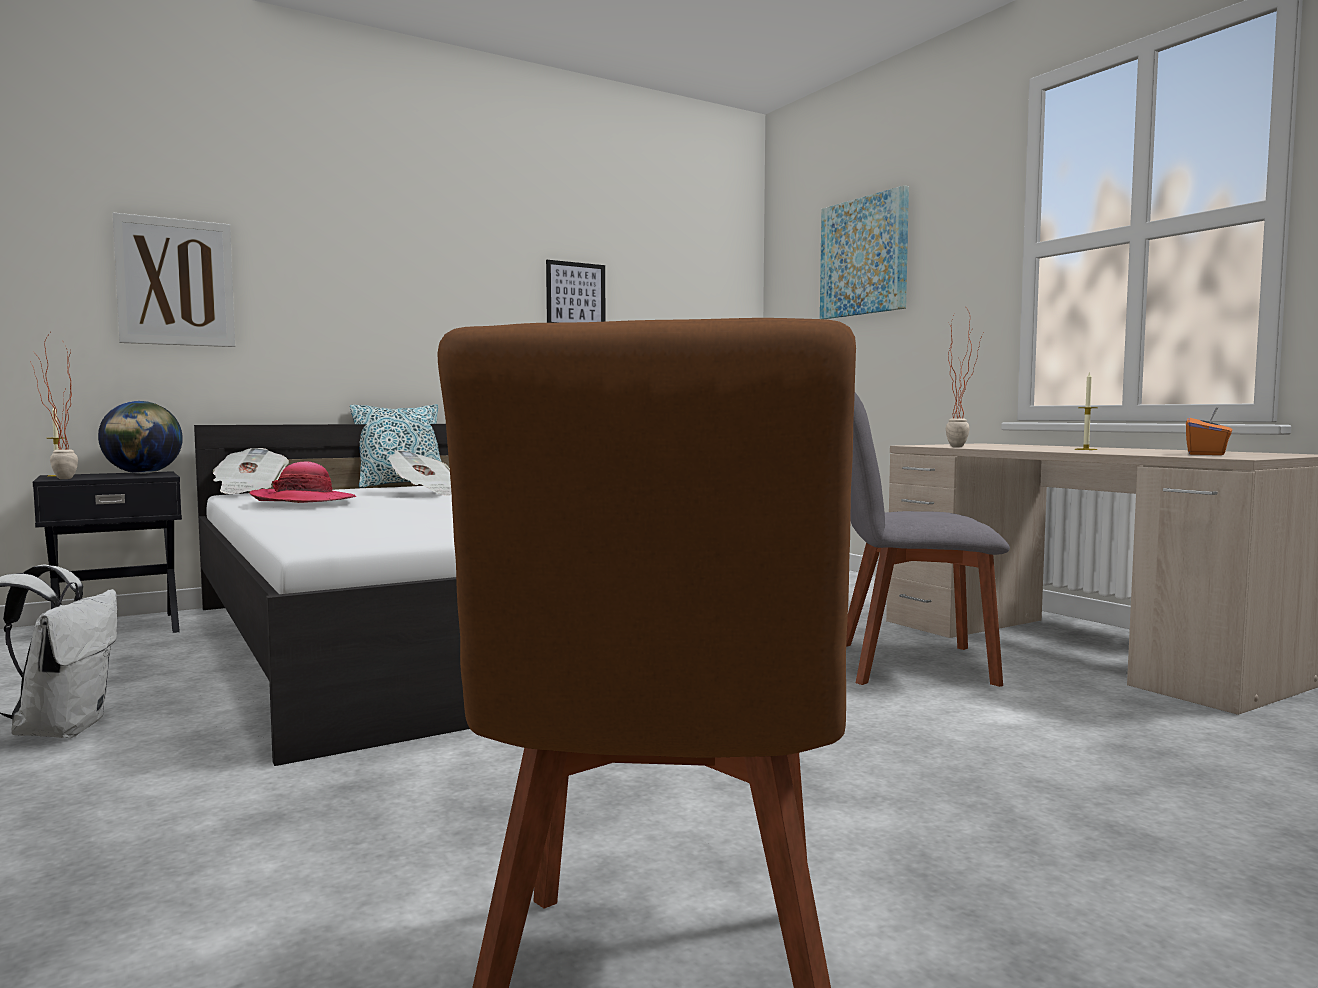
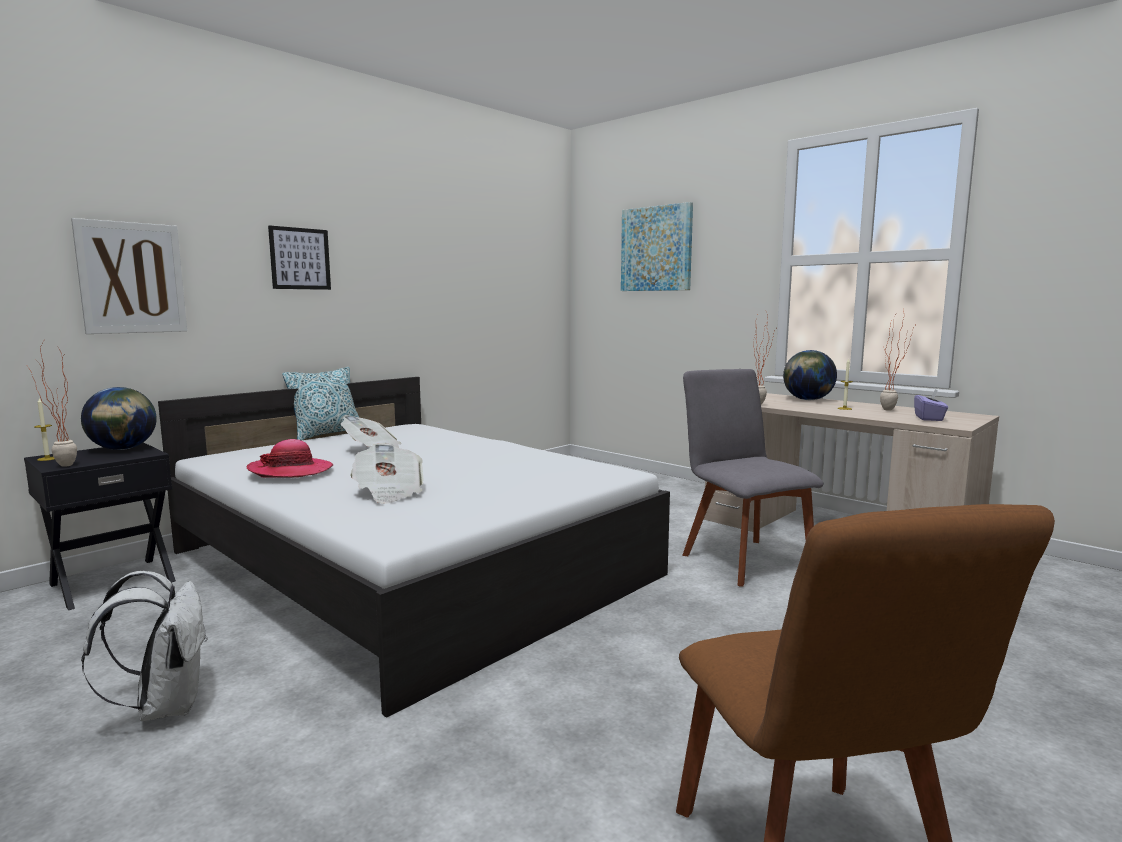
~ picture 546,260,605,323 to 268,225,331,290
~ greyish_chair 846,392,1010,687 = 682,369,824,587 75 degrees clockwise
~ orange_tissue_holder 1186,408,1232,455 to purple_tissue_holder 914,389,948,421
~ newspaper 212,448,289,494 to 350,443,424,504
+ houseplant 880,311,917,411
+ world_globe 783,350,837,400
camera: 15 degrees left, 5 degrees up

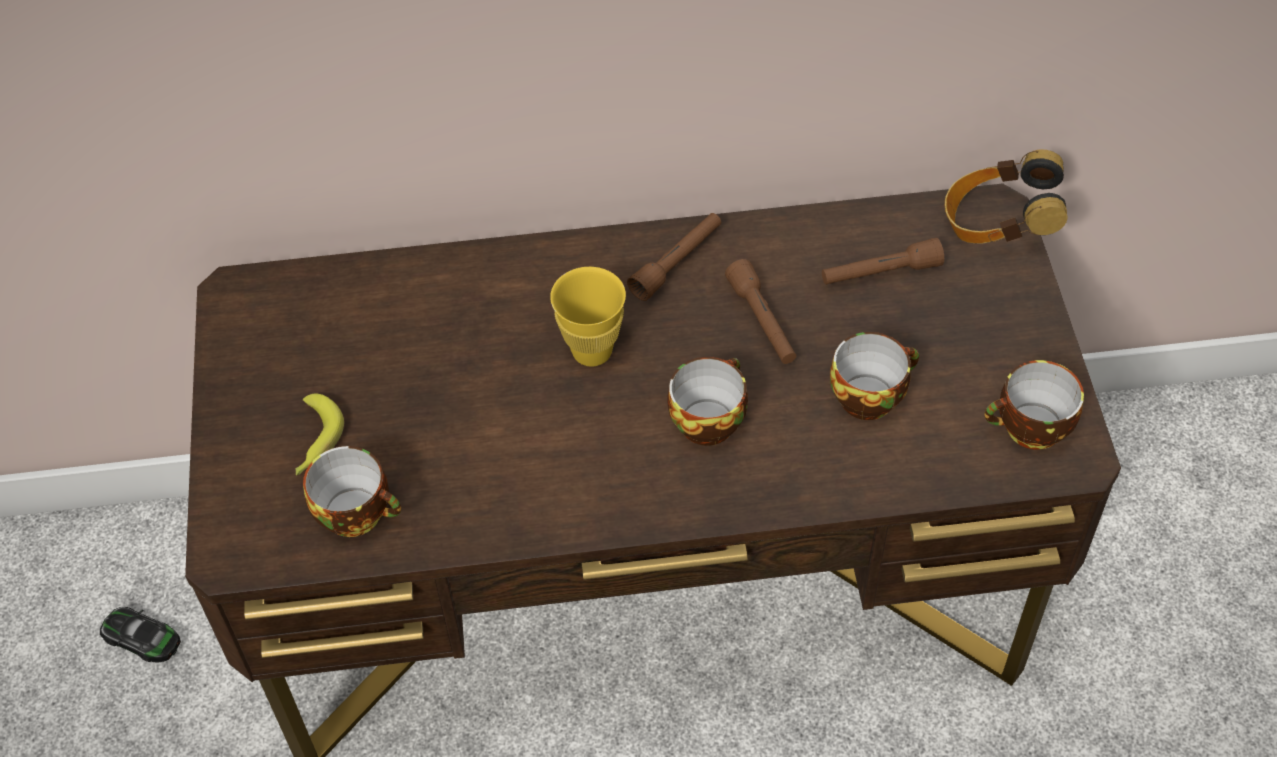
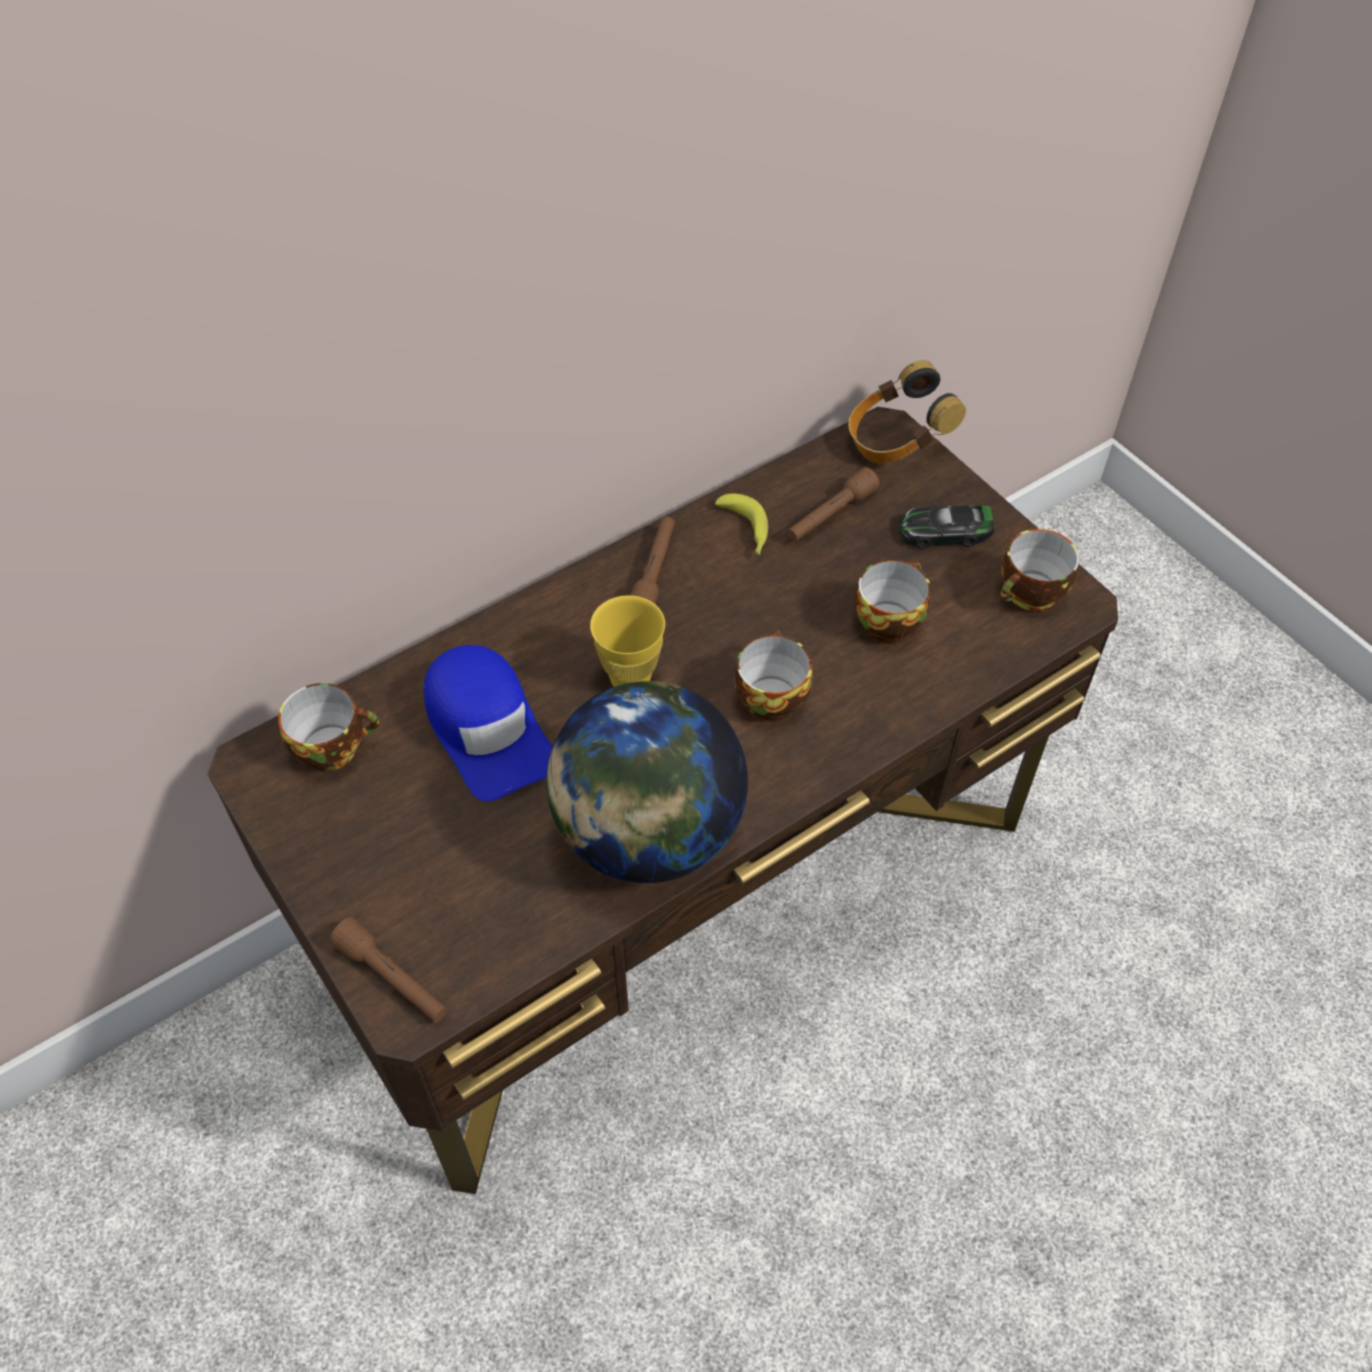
~ brown_torch 725,259,796,364 to 330,917,448,1023
~ whole_banana 295,393,344,475 to 715,493,768,555
~ drinking_cup 303,446,401,537 to 278,683,379,771
~ model_car 100,607,181,663 to 899,502,994,549
+ bluish_peaked_cap 423,645,553,801
+ world_globe 546,681,748,883
camera: 30 degrees left, 0 degrees up

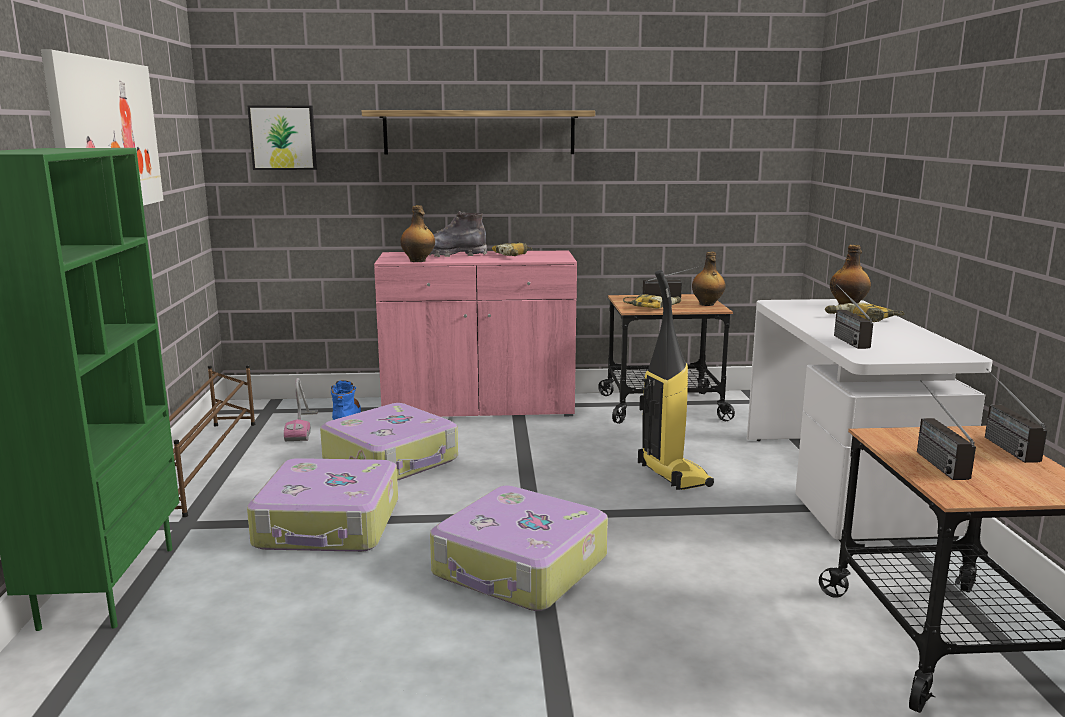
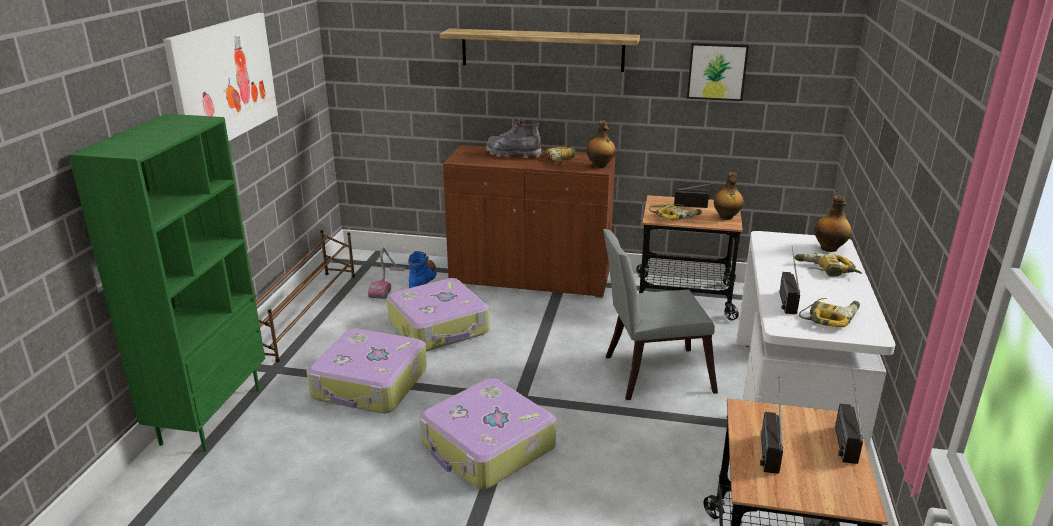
~ picture 248,106,317,170 to 687,42,749,101
~ bottle 400,205,435,262 to 587,121,616,168
~ pinkish_storage_cabinet 374,251,577,417 to brown_storage_cabinet 443,145,616,298
~ vacuum 638,270,714,490 to greyish_chair 603,229,718,400
+ power_drill 799,298,860,327
camera: 15 degrees right, 10 degrees up

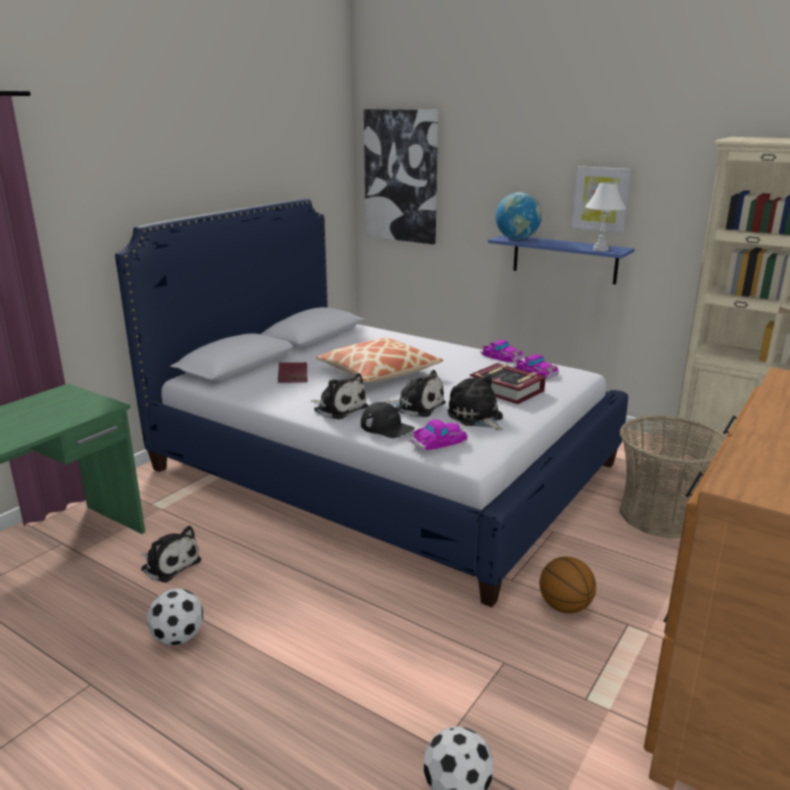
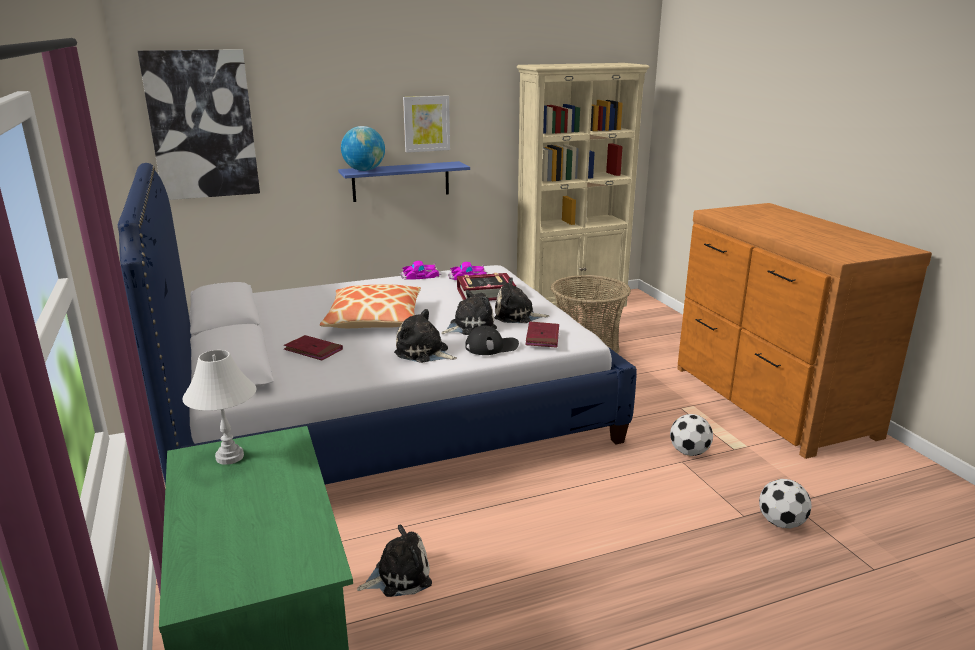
~ whitish_table_lamp 585,182,626,251 to 182,350,256,465
~ plush_toy 311,373,368,420 = 394,309,457,363 135 degrees counterclockwise
~ model_car 409,419,468,450 to red-coloured_volume 525,321,559,348
- basketball_ball 540,556,596,614
~ football 147,588,203,645 to 670,414,713,456
camera: 55 degrees left, 0 degrees up

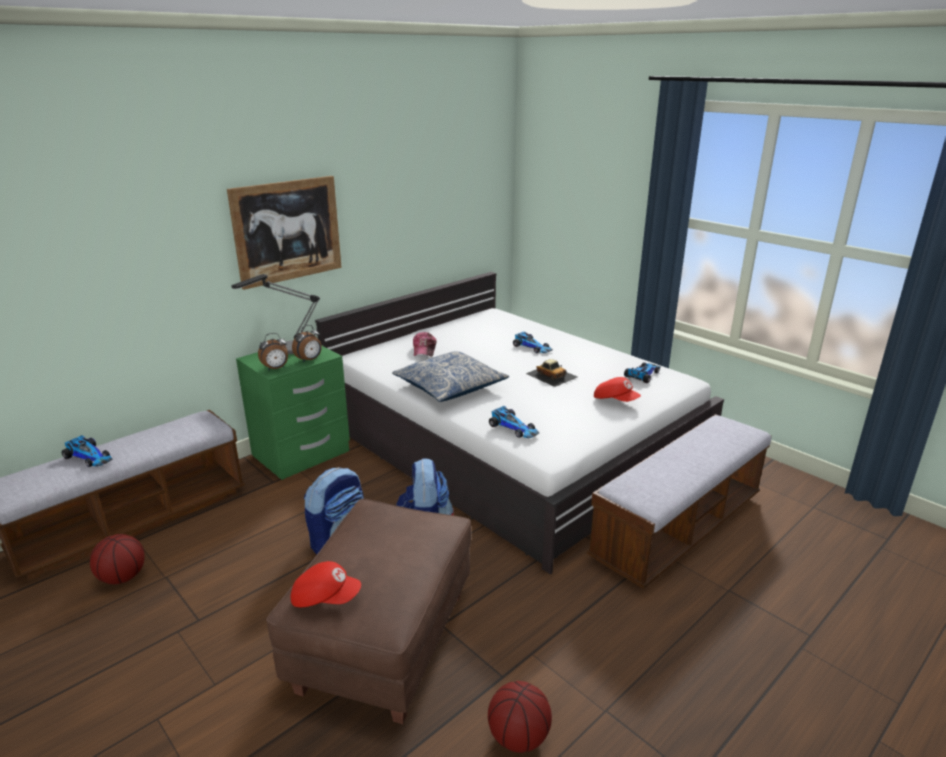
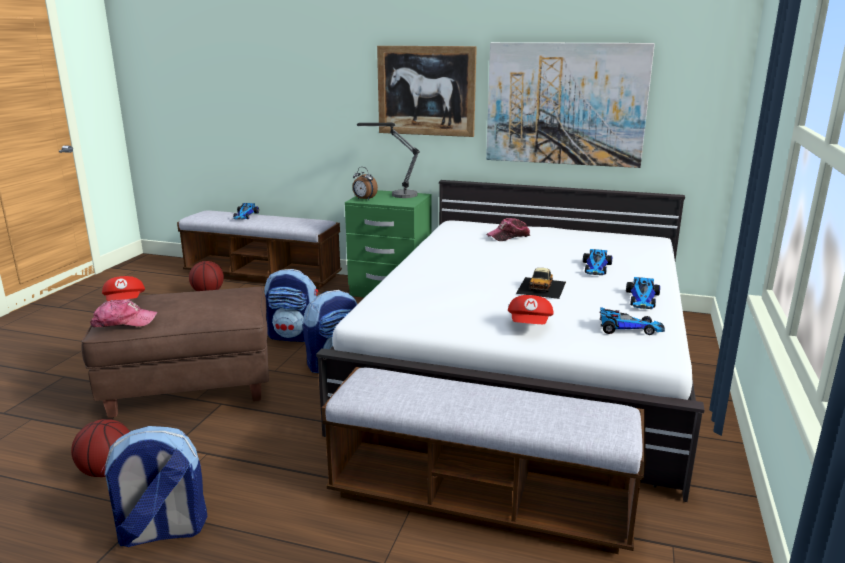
- alarm_clock 292,325,322,363
- cushion 392,351,509,402
~ model_car 489,406,540,438 to 626,277,660,309
+ picture 486,42,655,168
+ peaked_cap 90,299,158,327
+ knapsack 101,426,207,547
camera: 60 degrees right, 5 degrees down

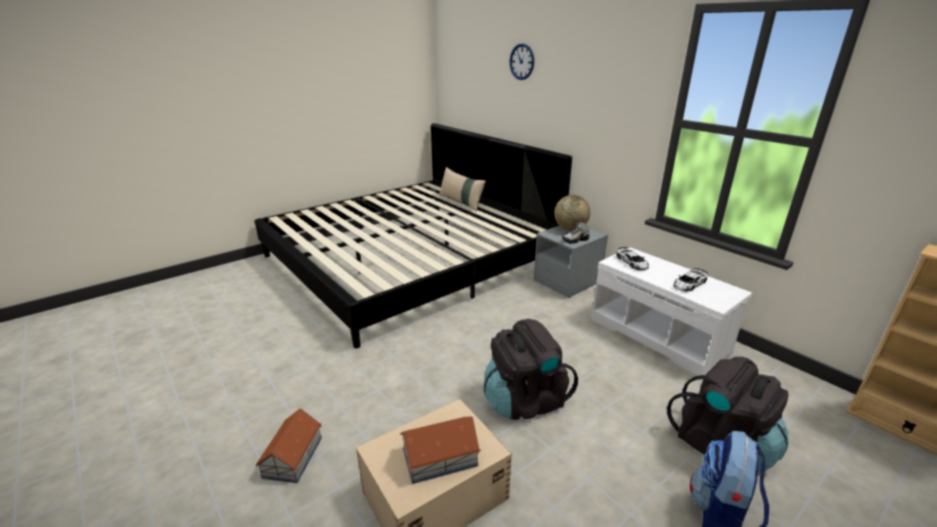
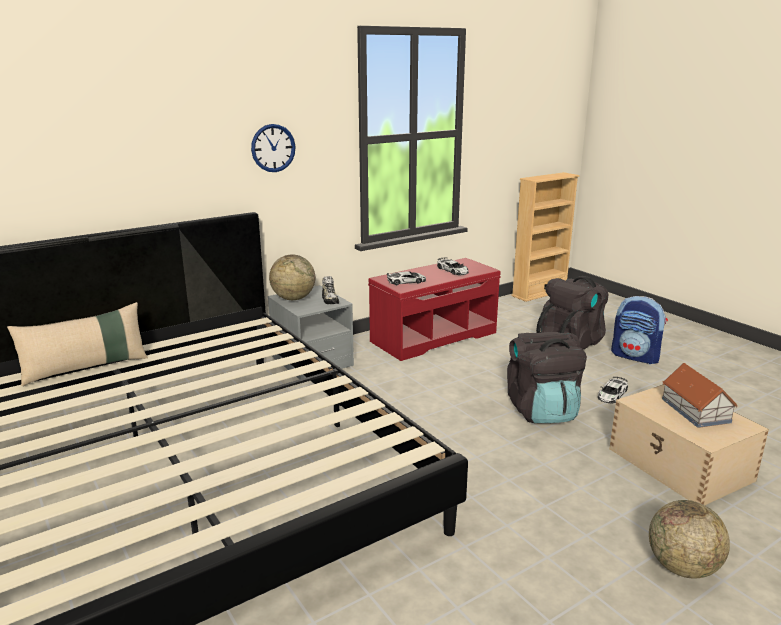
~ hanging_clock 510,43,534,80 to 251,124,295,172
~ whitish_indoor_bench 591,248,752,376 to red-coloured_indoor_bench 368,258,501,361
~ model_house 256,408,322,483 to world_globe 649,500,730,579
+ model_car 598,377,628,404
camera: 85 degrees left, 5 degrees down

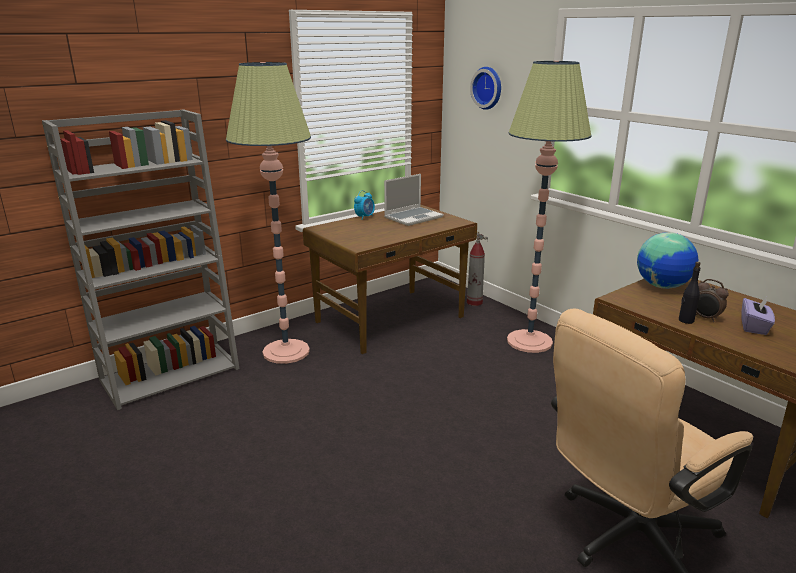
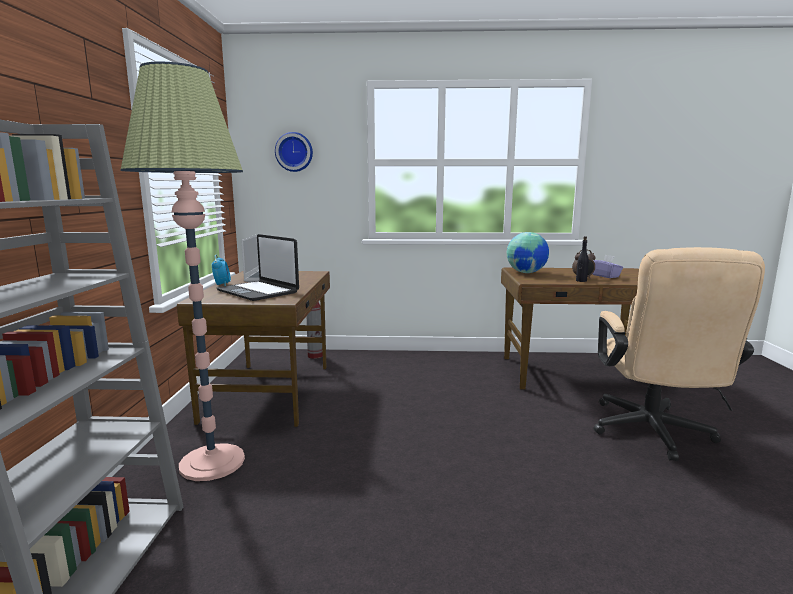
- floor_lamp 507,61,591,353
+ portable_computer 217,234,299,301
camera: 50 degrees left, 10 degrees down

